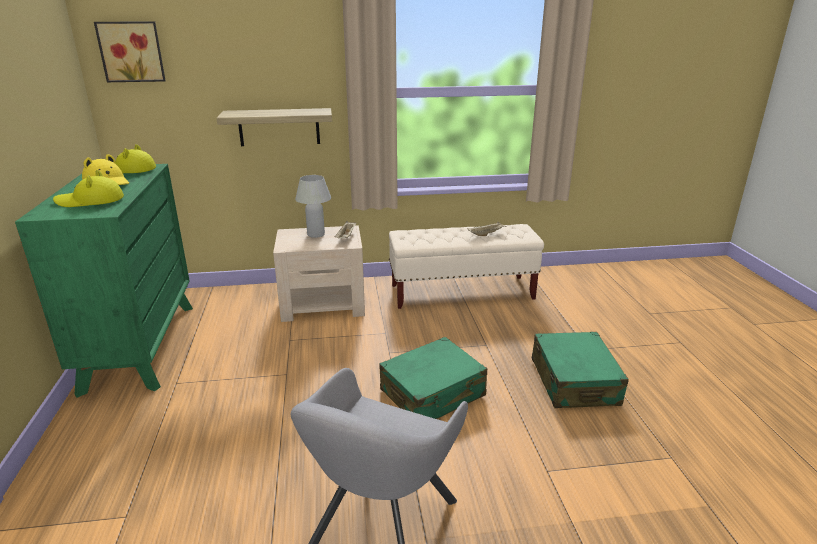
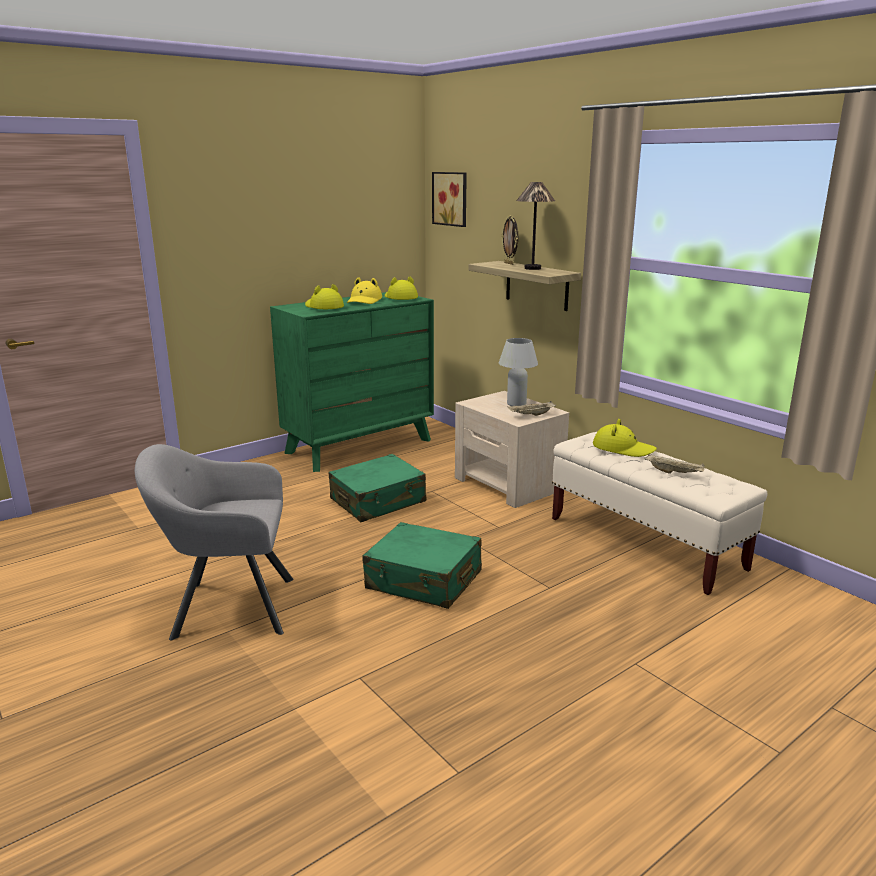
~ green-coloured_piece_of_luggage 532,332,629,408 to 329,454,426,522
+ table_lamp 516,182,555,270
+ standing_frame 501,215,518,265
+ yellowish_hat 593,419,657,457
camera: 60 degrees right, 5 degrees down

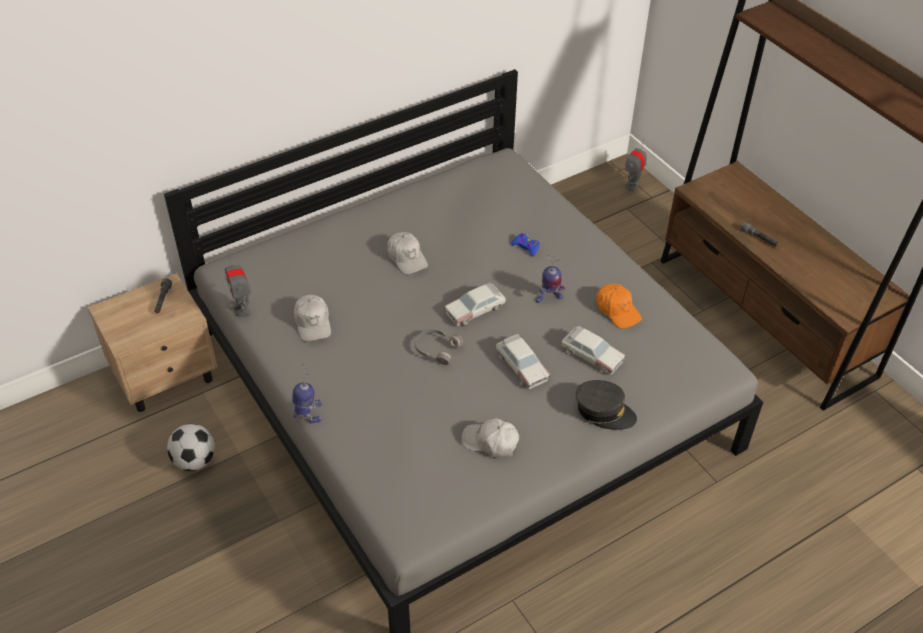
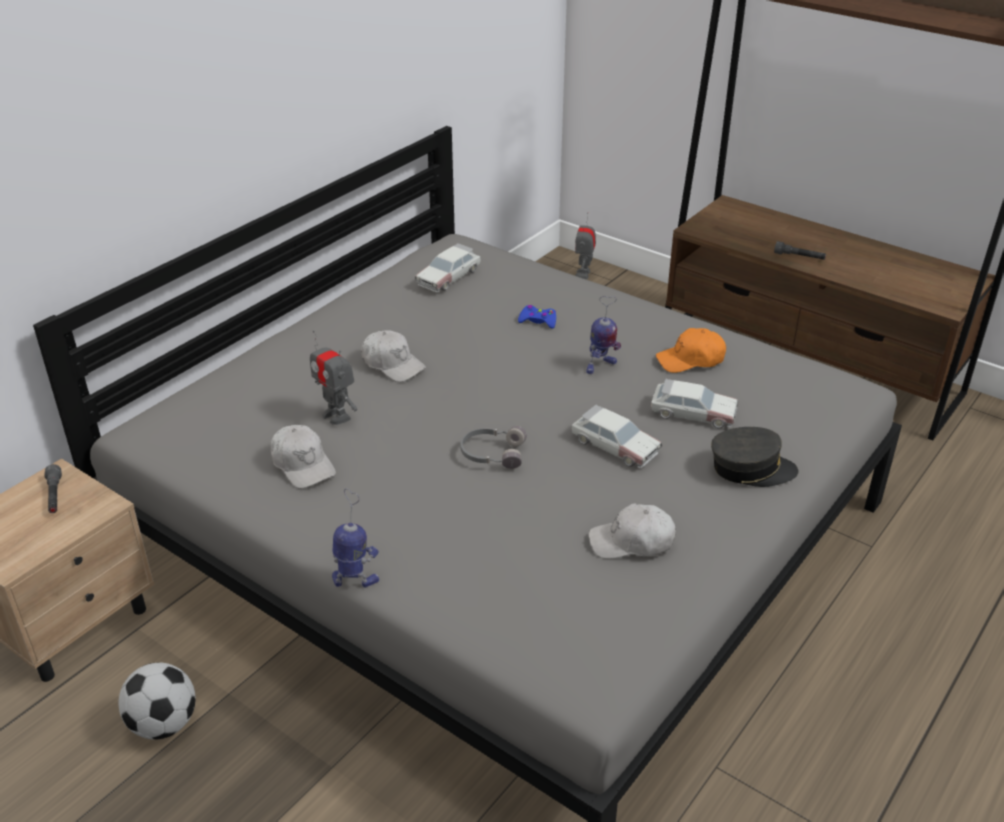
~ model_robot 225,253,251,317 to 310,330,357,425
~ model_car 444,282,506,326 to 415,243,481,292
~ orange_peaked_cap 596,283,642,329 = 656,328,726,373 135 degrees clockwise
camera: 20 degrees left, 10 degrees down

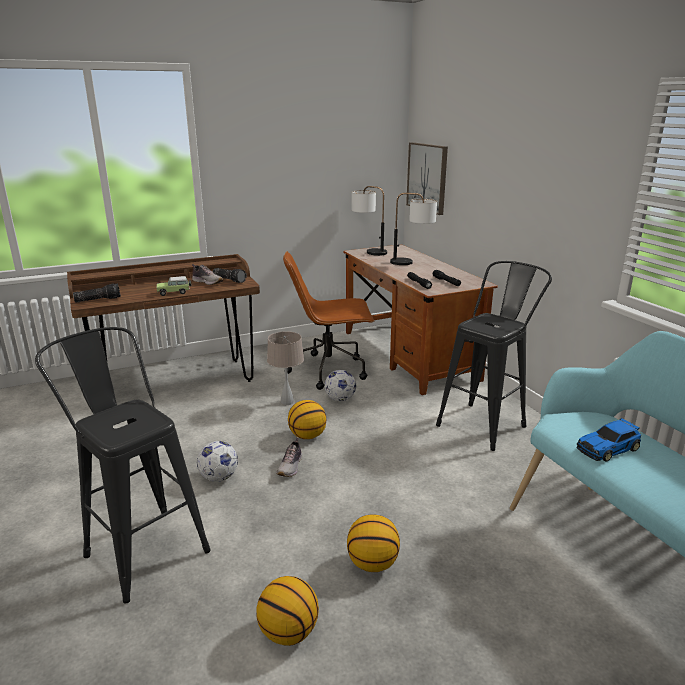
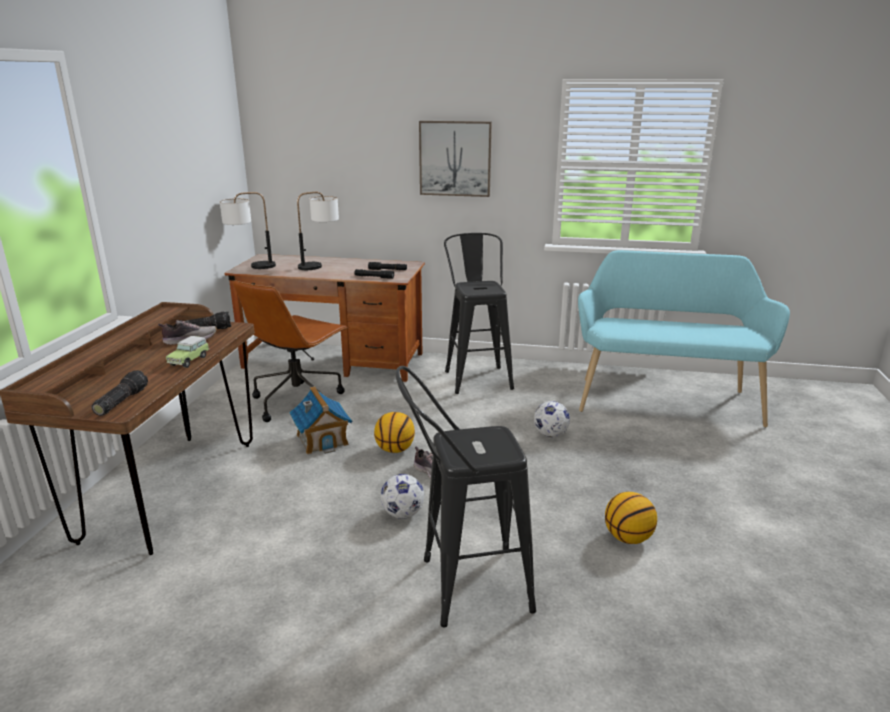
~ picture 406,142,448,215 to 419,121,492,197
~ beige-coloured_table_lamp 267,331,304,405 to model_house 289,386,352,454
~ football 325,370,356,401 to 534,401,570,437
- model_car 577,418,641,462
- basketball_ball 347,515,400,572
camera: 55 degrees left, 0 degrees up

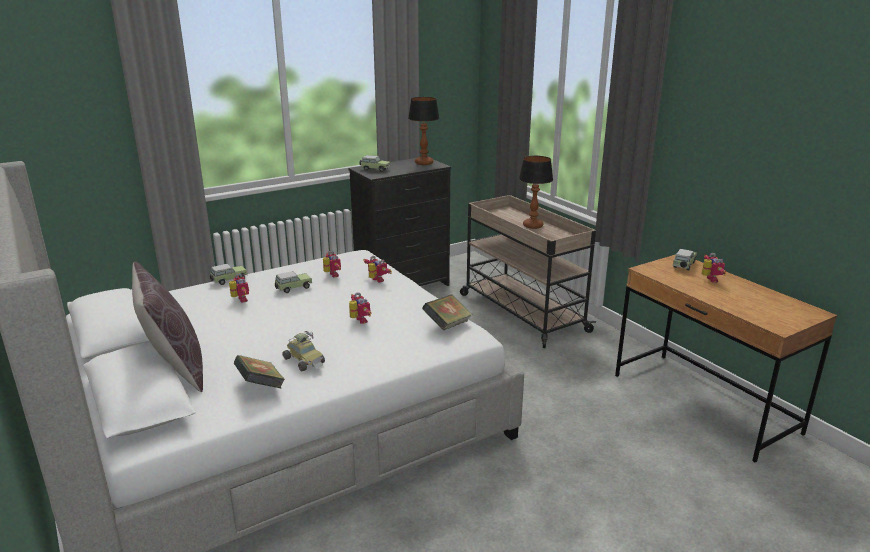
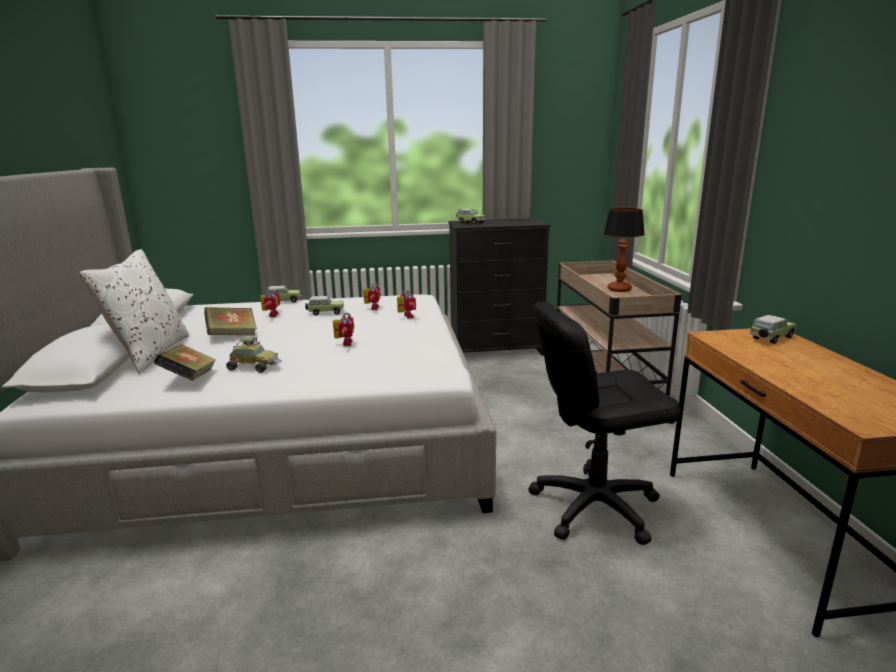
- table_lamp 408,97,439,165
- model_robot 702,253,726,283
~ brown_cushion 132,261,203,392 to whitish_cushion 79,249,189,374
~ volume 422,294,473,330 to 204,307,257,335
~ model_car 282,331,325,371 = 226,336,282,373 60 degrees counterclockwise
+ black_computer_chair 528,302,681,545
camera: 25 degrees right, 5 degrees down

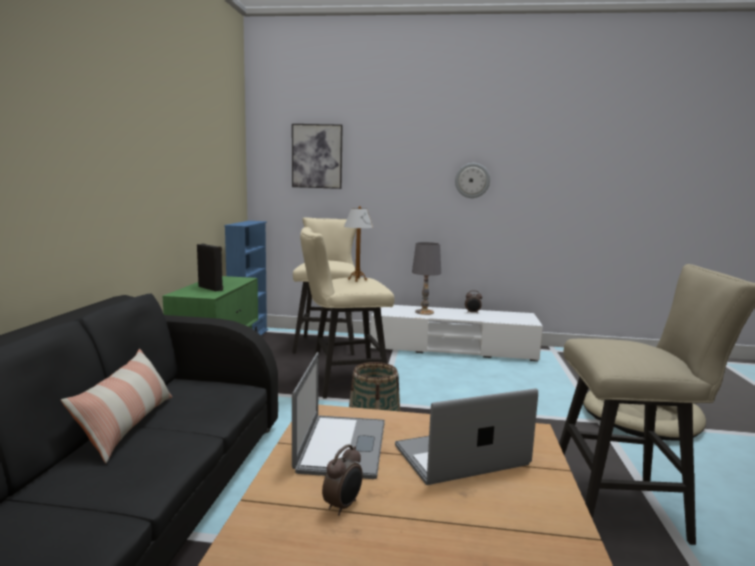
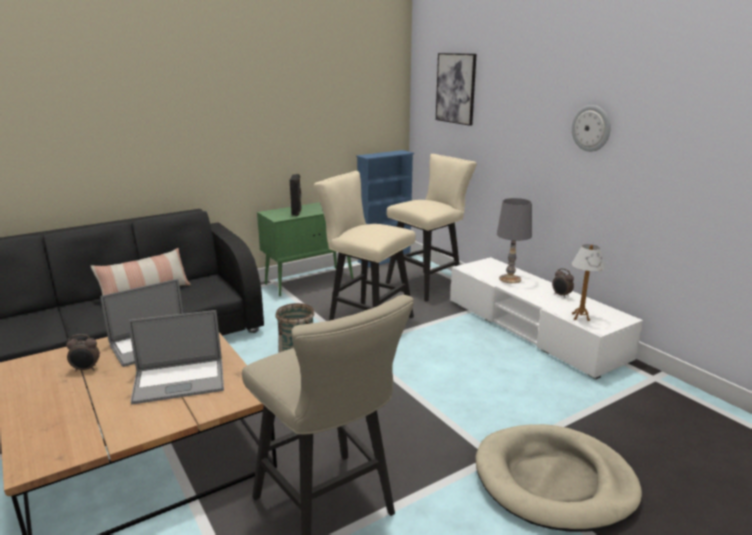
~ table_lamp 344,206,373,282 to 572,244,605,321
~ portable_computer 395,388,538,485 = 128,310,224,405 135 degrees clockwise
camera: 50 degrees right, 10 degrees up

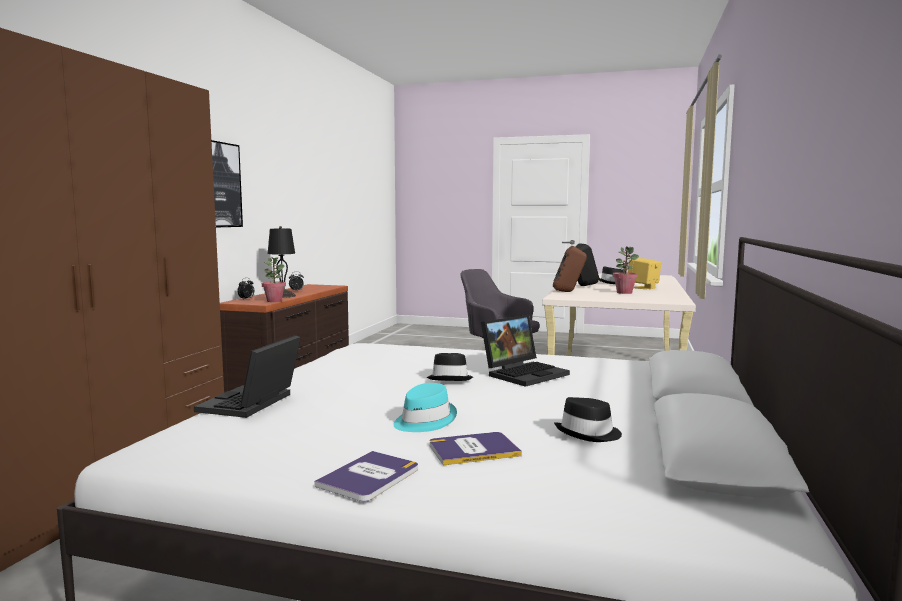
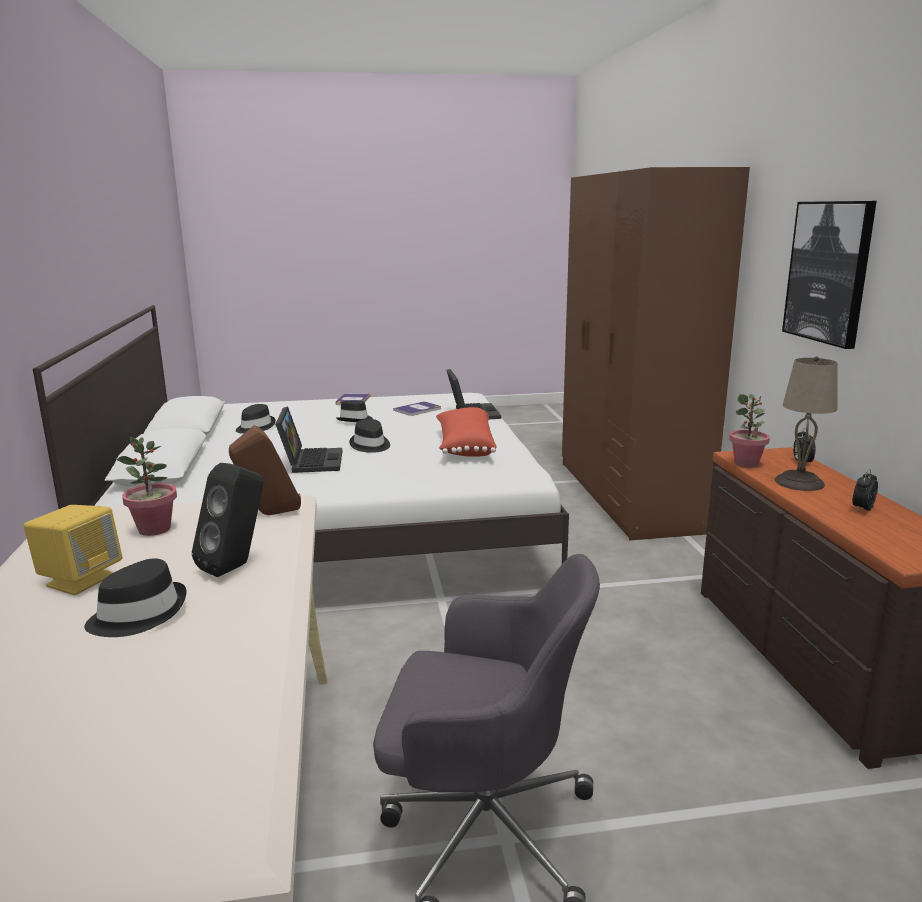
~ black_table_lamp 268,226,296,298 to beige-coloured_table_lamp 775,356,838,491
~ portable_computer 481,315,570,387 = 275,406,342,473 150 degrees clockwise
~ turquoise_hat 393,383,457,432 to black_hat 336,400,373,422
~ volume 429,432,522,465 to 393,401,441,416
+ red-coloured_cushion 436,407,497,457
camera: 155 degrees right, 10 degrees up

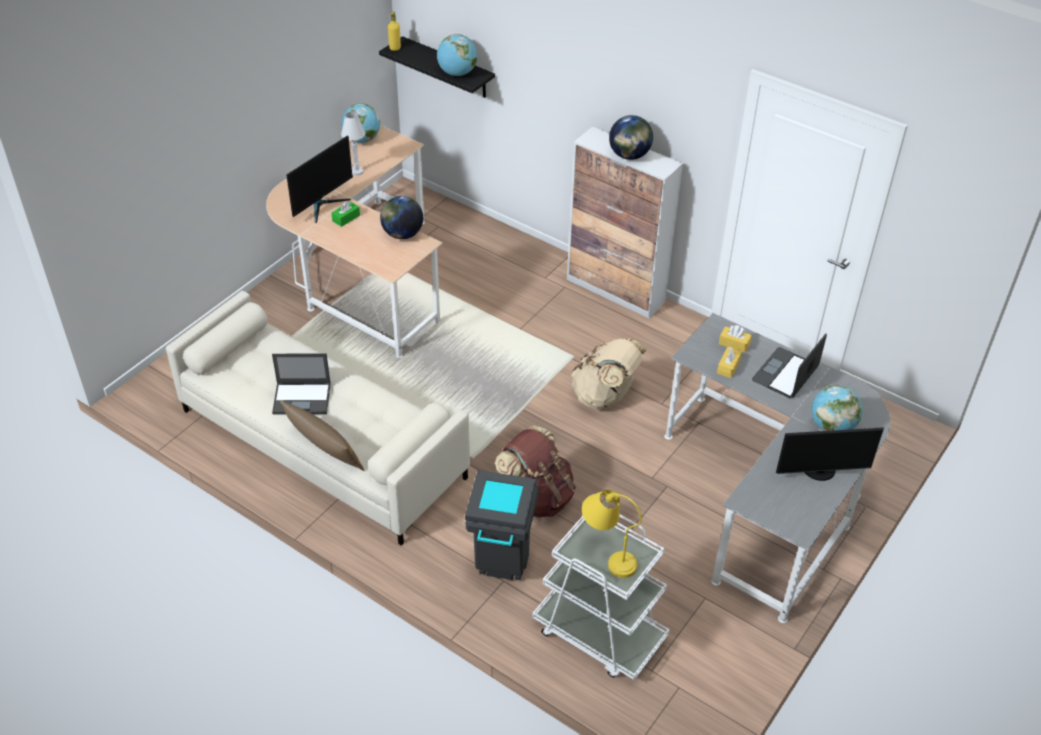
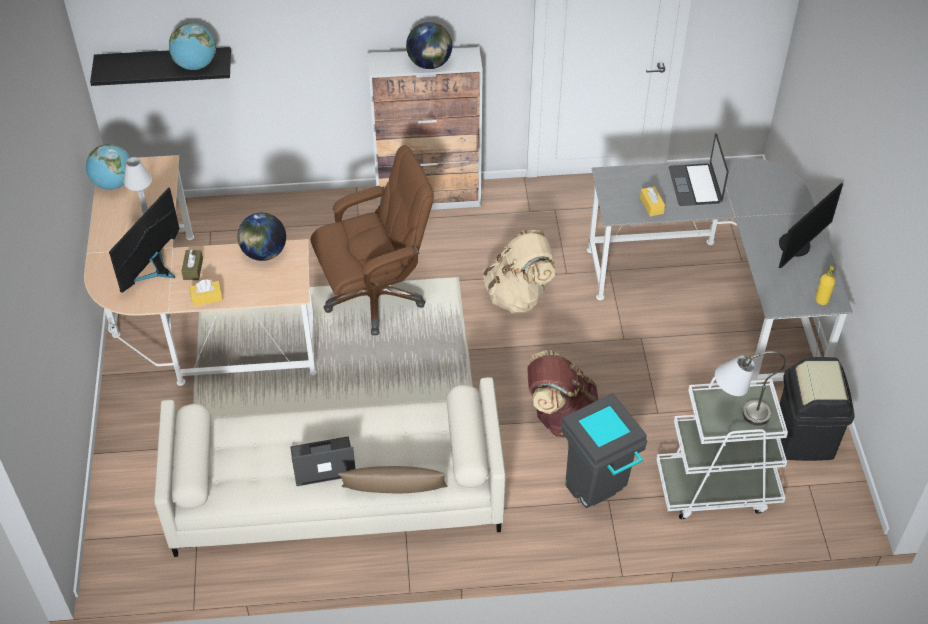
~ yellowish_bottle 388,12,401,51 to 816,266,835,305
~ computer_display 286,136,353,223 = 109,187,180,293 150 degrees counterclockwise
~ green-coloured_tissue_holder 331,200,360,227 to brown_tissue_holder 181,250,203,280
~ yellowish_tissue_holder 719,325,752,353 to 189,279,223,306
~ portable_computer 272,353,331,415 = 290,436,355,486 150 degrees counterclockwise
- world_globe 811,385,862,431
~ yellowish_table_lamp 582,490,641,578 to greyish_table_lamp 715,351,786,426
+ brown_computer_chair 311,145,434,335
+ black_trash_can 780,357,855,461
camera: 40 degrees left, 5 degrees up

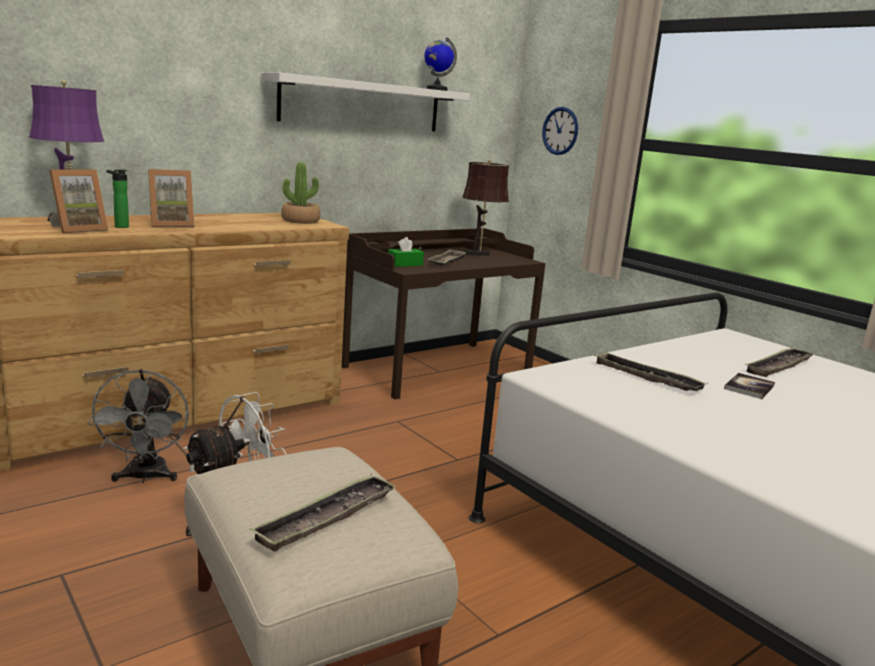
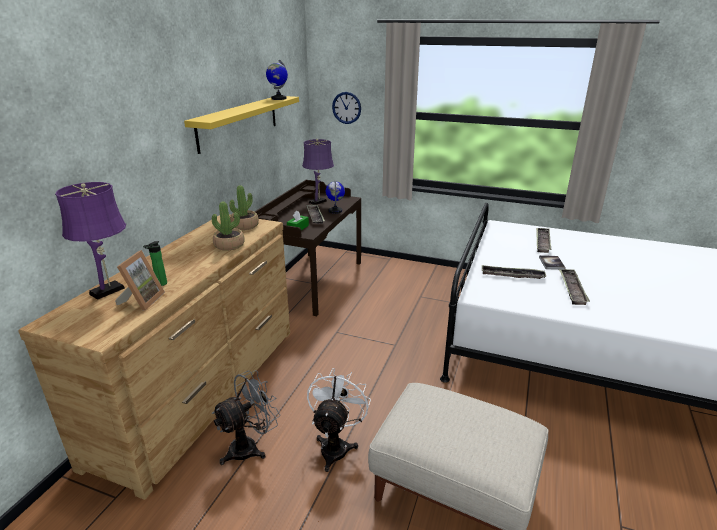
~ whitish_wall_shelf 262,72,470,131 to yellowish_wall_shelf 184,96,299,154
~ brown_table_lamp 462,159,509,256 to purple_table_lamp 302,139,334,205
- standing_frame 148,169,194,227
~ greyish_cooling_fan 87,369,189,483 = 212,370,280,465 90 degrees counterclockwise
~ serving_tray 250,474,396,552 to 559,269,590,305
+ world_globe 326,181,345,214
+ houseplant 212,201,245,251
camera: 30 degrees left, 10 degrees up

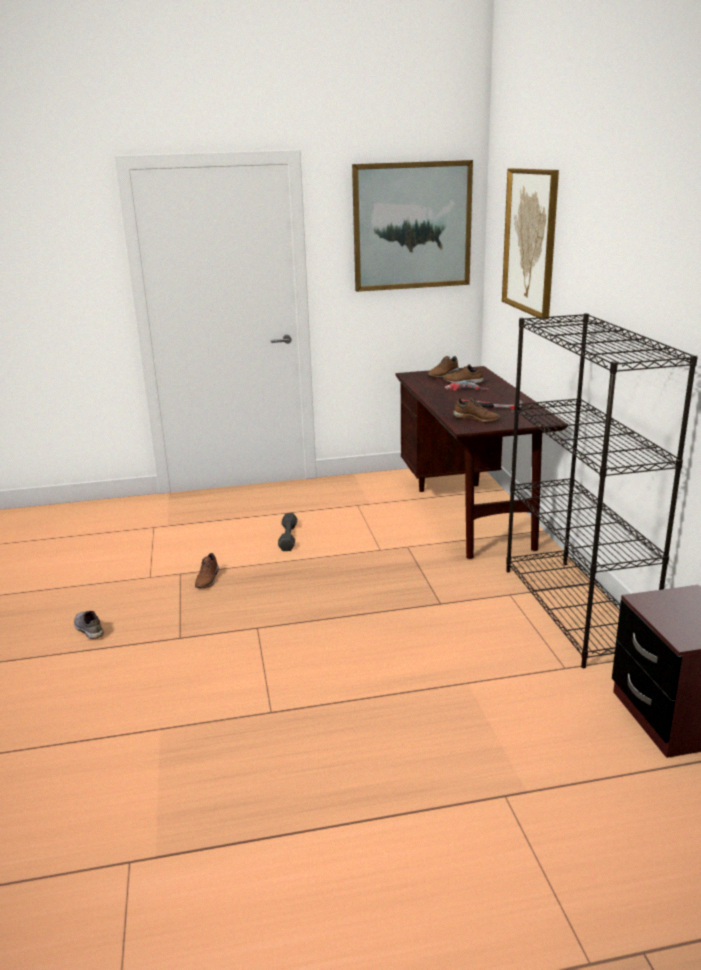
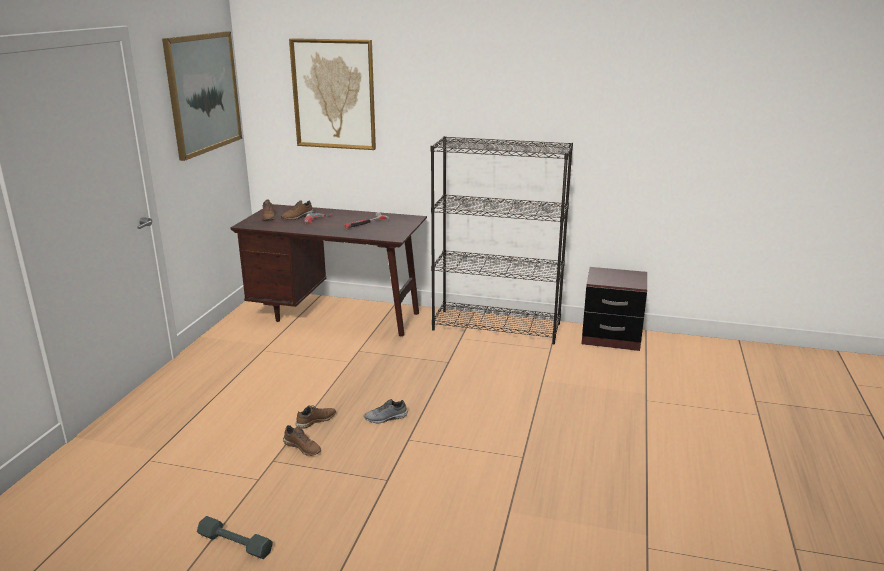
~ brown_shoe 453,397,500,423 to 295,405,336,429
~ greyish_free_weight 278,513,297,551 to 197,516,273,559
~ greyish_shoe 74,611,104,639 to 364,399,408,423
camera: 65 degrees left, 0 degrees up

